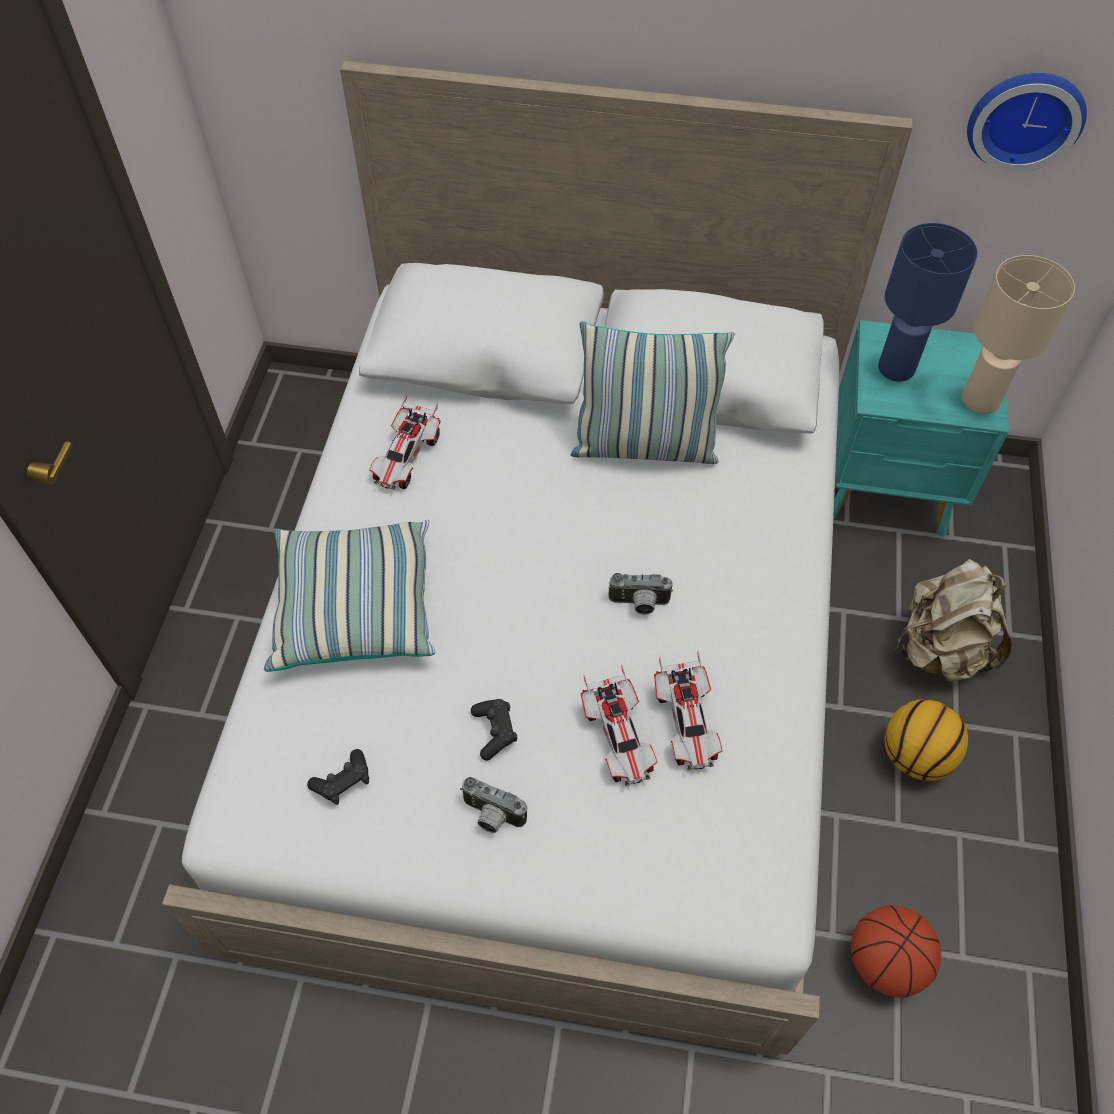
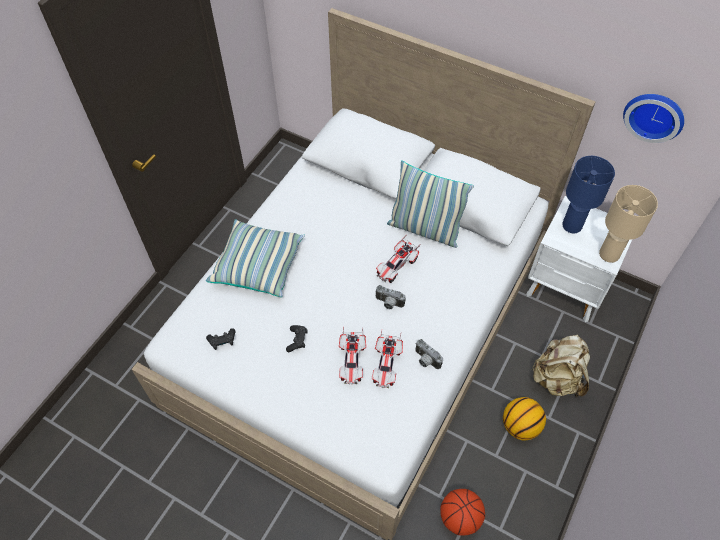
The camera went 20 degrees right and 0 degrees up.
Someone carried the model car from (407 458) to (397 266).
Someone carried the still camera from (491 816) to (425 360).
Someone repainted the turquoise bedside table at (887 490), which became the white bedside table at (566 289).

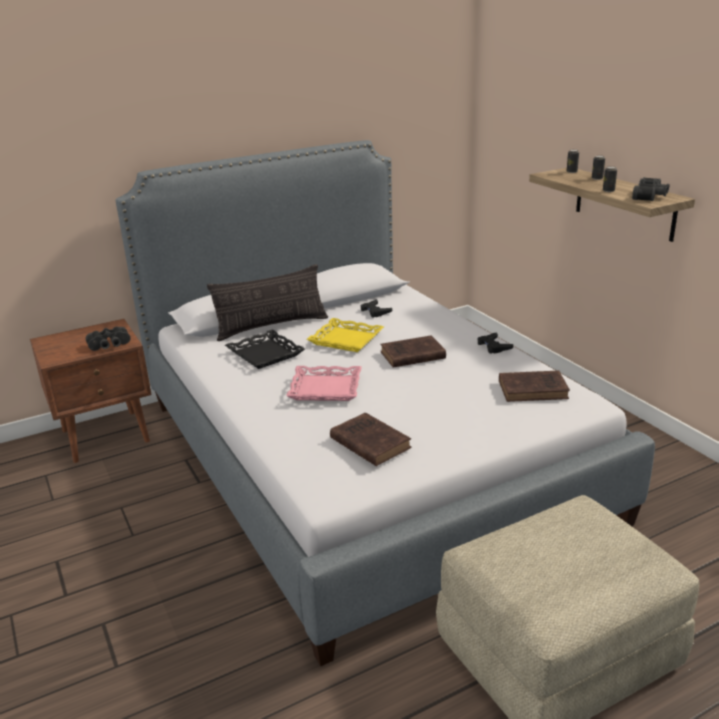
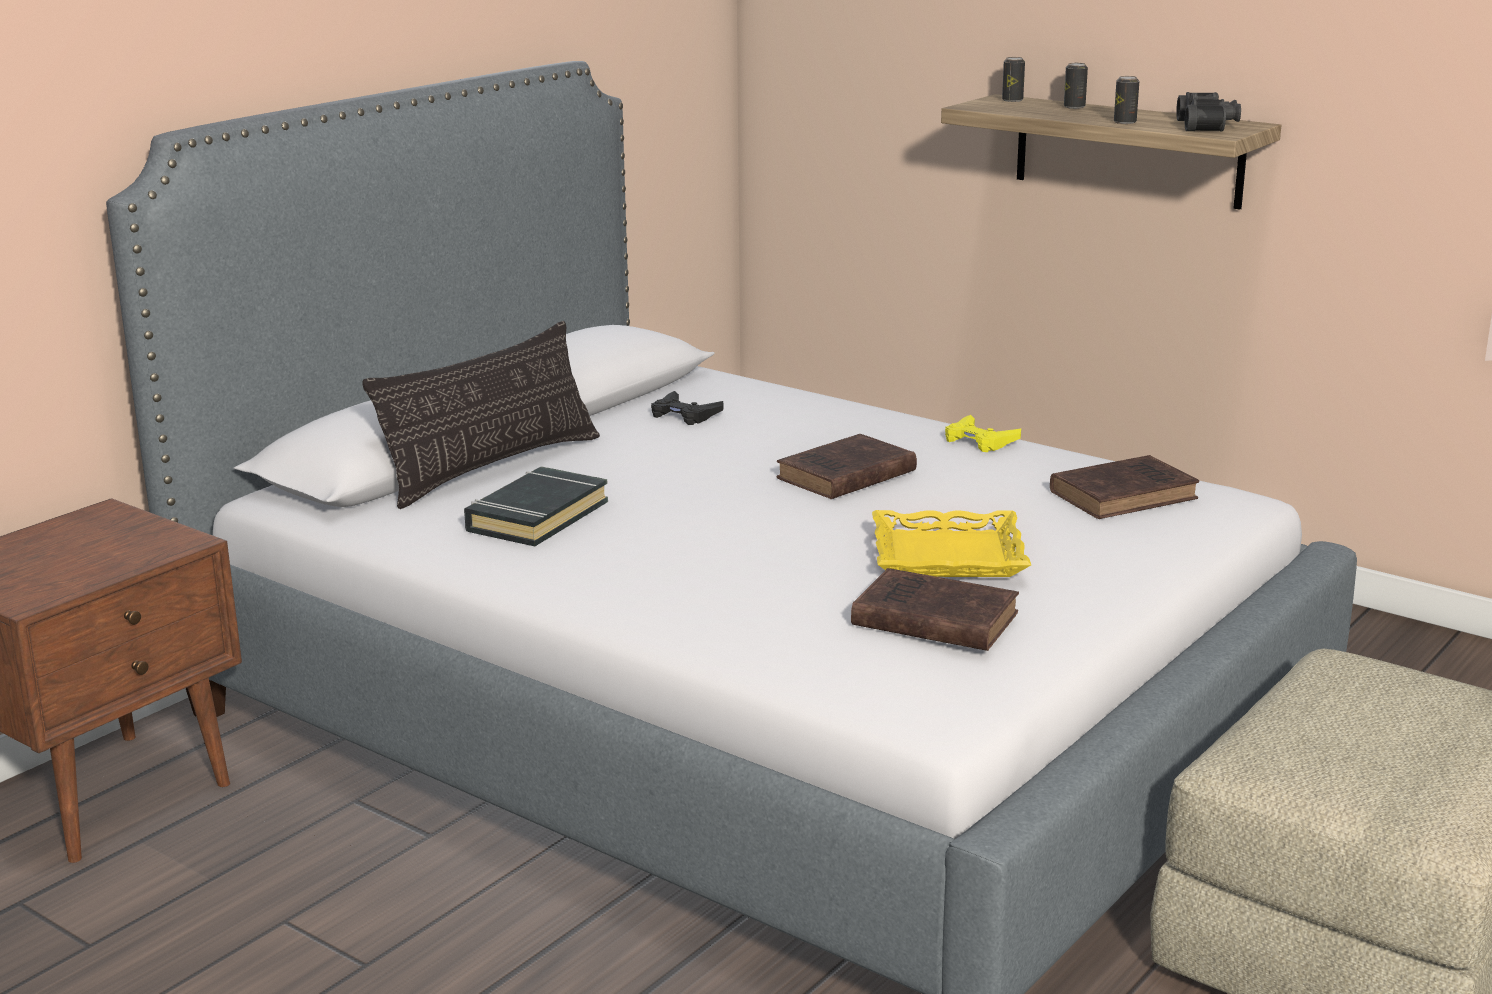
The camera went 25 degrees left and 5 degrees down.
Someone took away the black-coloured pair of binoculars at (109 345).
Someone took away the pink carrying tray at (325 388).
Someone carried the yellowish carrying tray from (346 339) to (948 555).
Someone swapped the black-coloured carrying tray at (264 354) for the black-coloured volume at (536 516).
Someone repainted the black-coloured joypad at (493 346), which became the yellowish joypad at (979 441).

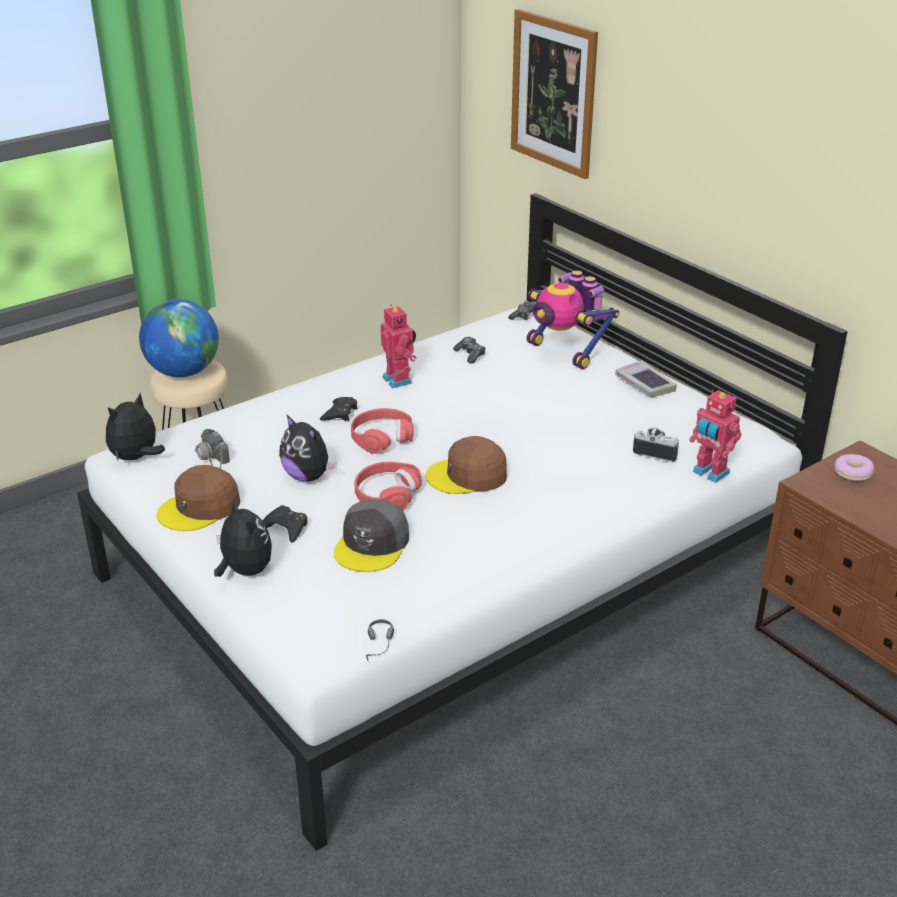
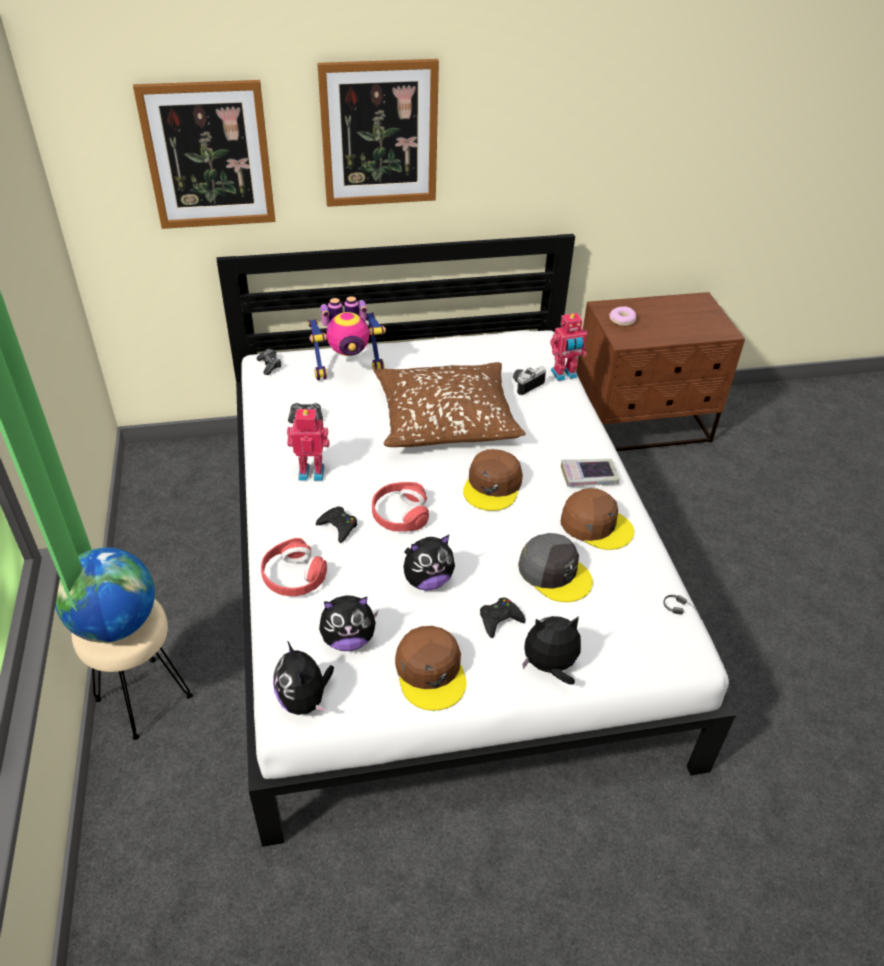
The camera went 65 degrees left and 10 degrees up.
Someone put up the picture at (379 134).
Someone put down the brownish cushion at (446 419).
Someone put down the brownish peaked cap at (596 525).
Someone carried the red headphones from (387 494) to (293 576).
Someone carried the volume from (644 384) to (589 476).
Someone swapped the still camera at (212 458) for the plush toy at (348 639).

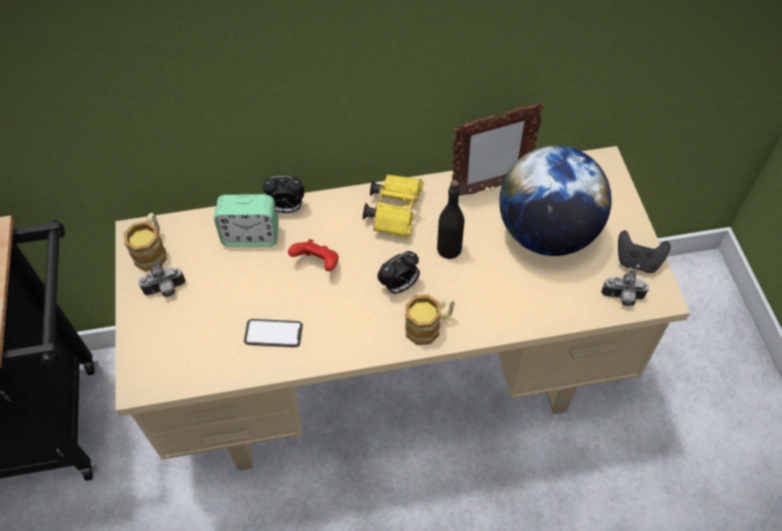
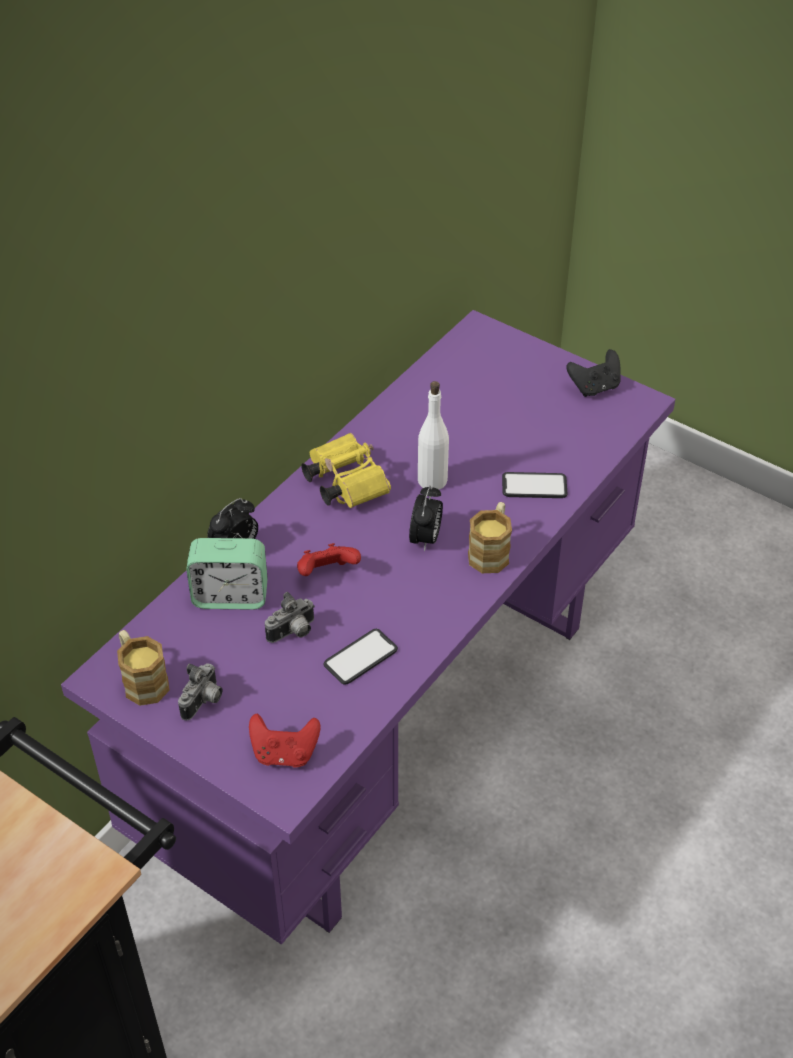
The camera went 45 degrees left and 10 degrees down.
Someone took away the standing frame at (489 188).
Someone took away the world globe at (546 233).
Someone put down the red joypad at (284 753).
Someone put down the handset at (534 486).
Someone carried the still camera from (622 298) to (293 633).
Someone repainted the sand-coloured desk table at (394 381), which became the purple-coloured desk table at (395 725).
Someone repainted the black-coloured drink bottle at (449 249), which became the white drink bottle at (432 480).
Someone rotated the bedside clock at (251 236) by 45 degrees clockwise.

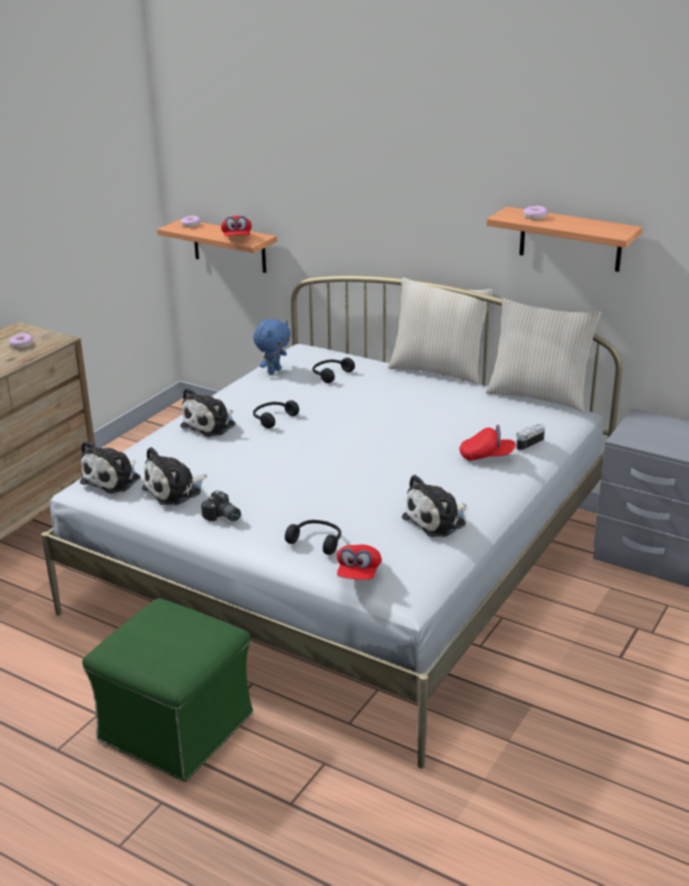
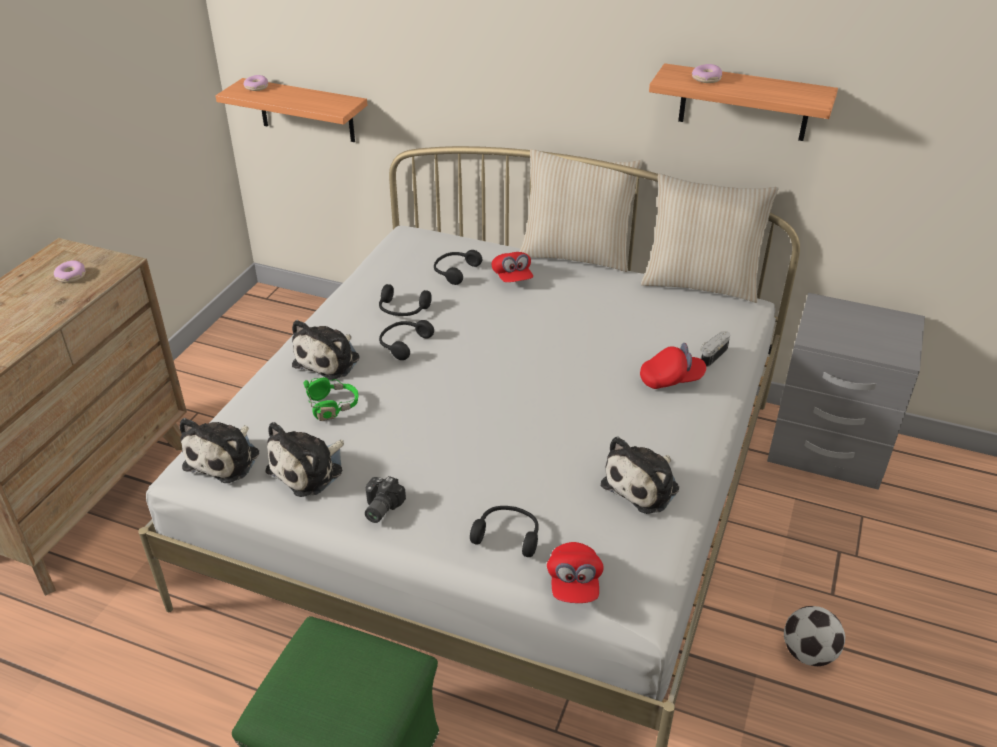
The camera went 10 degrees left and 10 degrees up.
Someone took away the blue plush toy at (273 371).
Someone put down the green-coloured headphones at (333 406).
Someone put down the black-coloured headphones at (402 310).
Someone put down the football ball at (808 653).
Someone carried the red peaked cap from (237 239) to (512 278).
Someone rotated the still camera at (222 517) by 75 degrees clockwise.

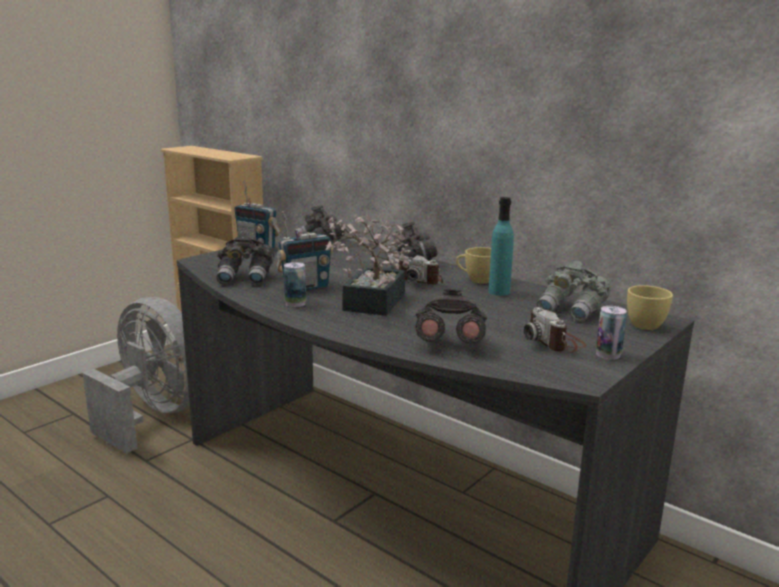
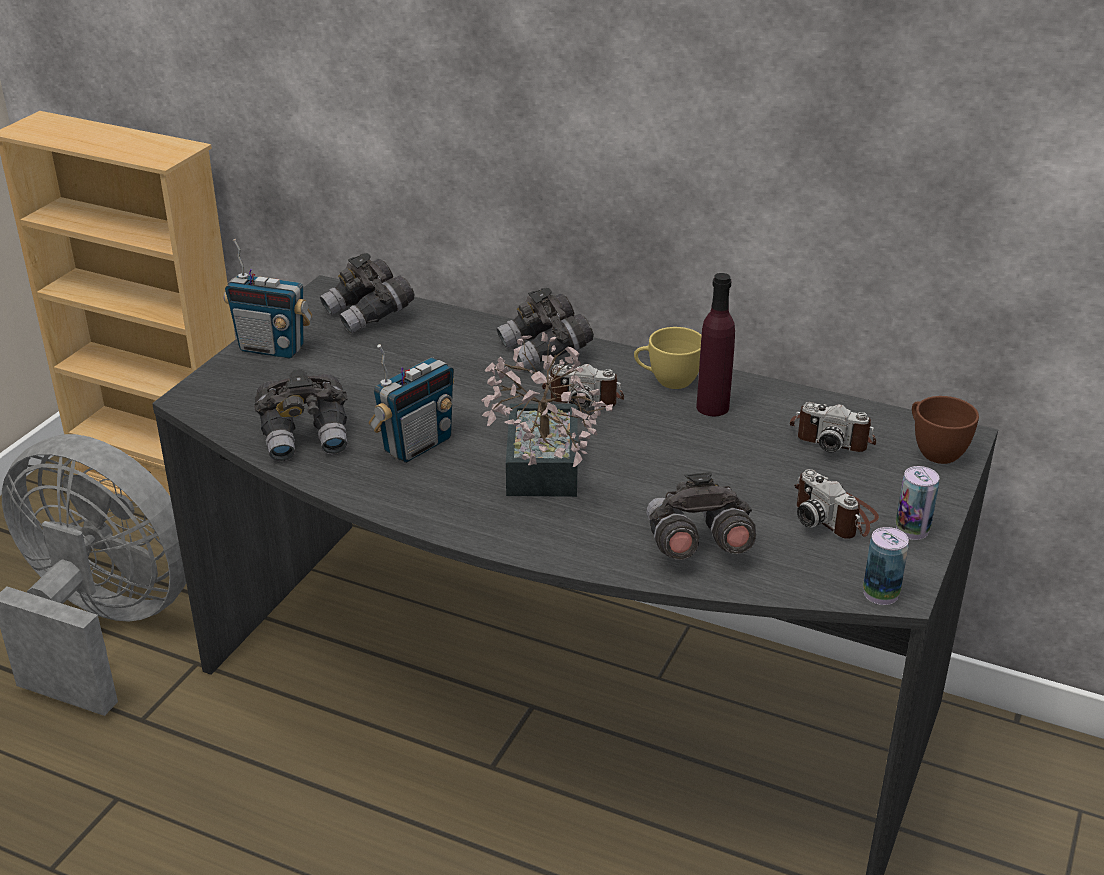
The camera went 15 degrees left and 15 degrees up.
Someone carried the can from (295 303) to (880 594).
Someone swapped the grey pair of binoculars at (572 311) for the still camera at (832 436).
Someone repainted the turquoise drink bottle at (499 292), which became the purple-coloured drink bottle at (712 407).
Someone repainted the yellowish cup at (642 324), which became the brownish cup at (934 451).

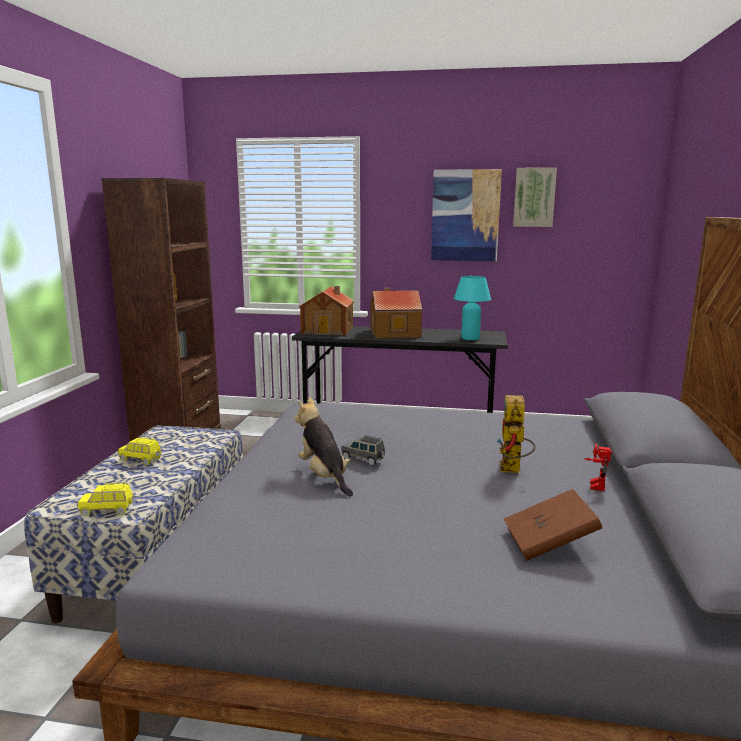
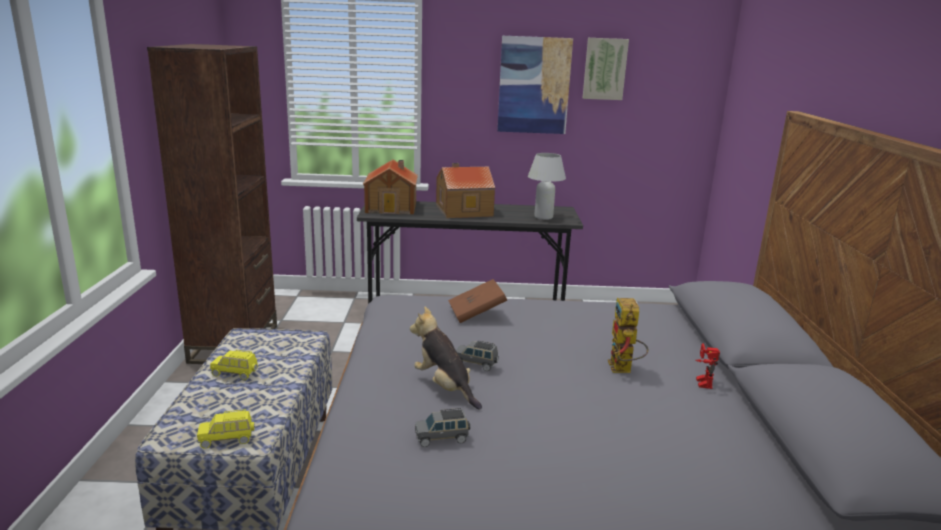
The camera went 10 degrees left and 5 degrees up.
Someone put down the grey model car at (442 438).
Someone carried the brownish volume from (549 543) to (476 313).
Someone repainted the turquoise table lamp at (470 338), which became the white table lamp at (543 217).

